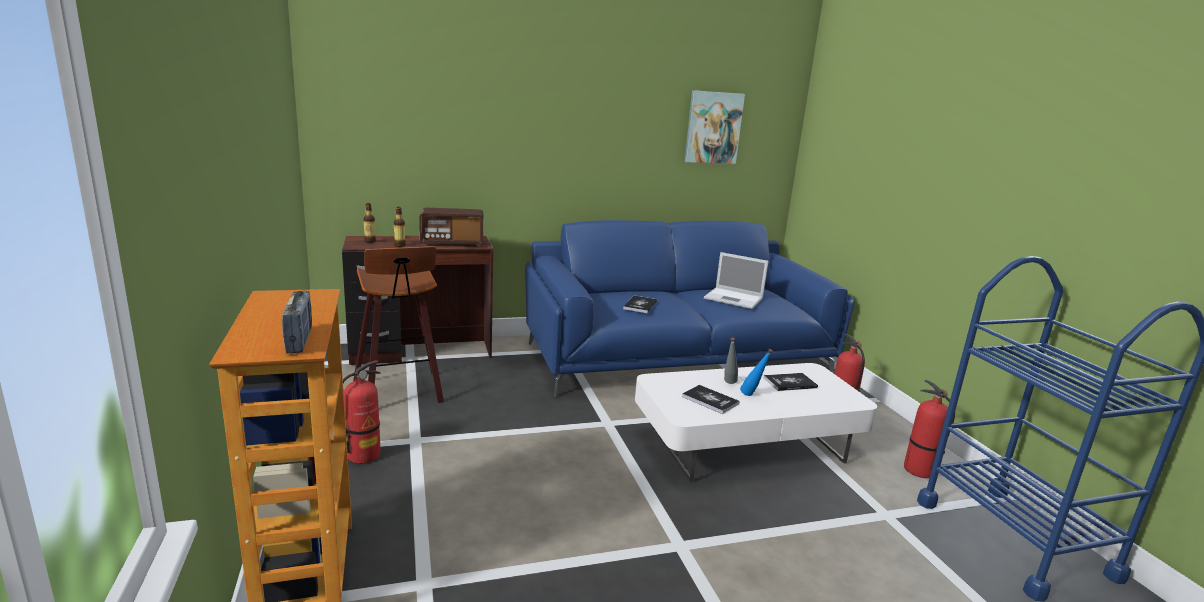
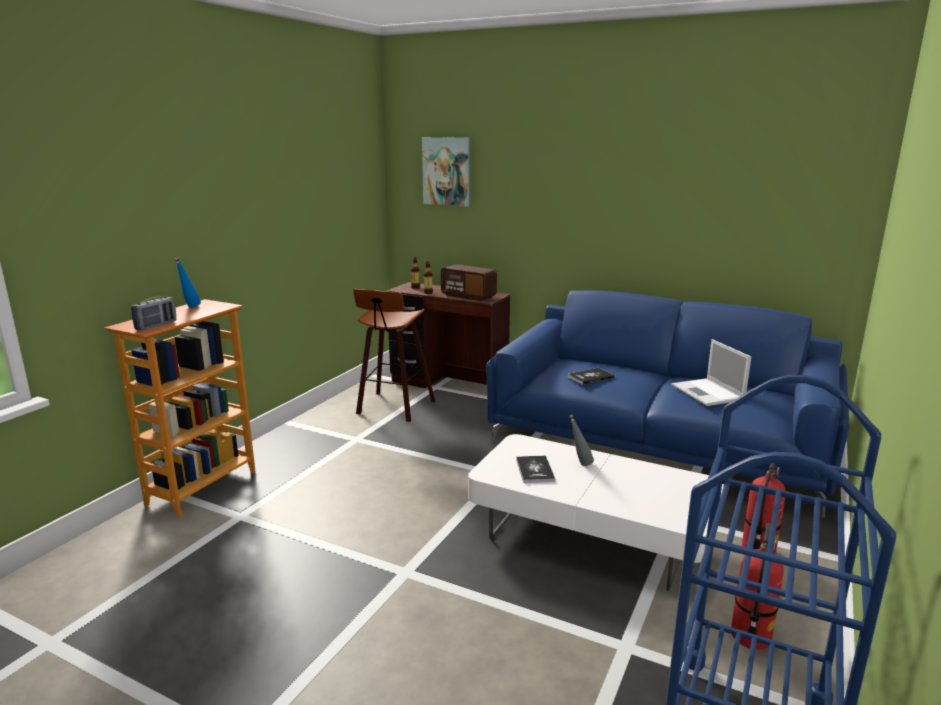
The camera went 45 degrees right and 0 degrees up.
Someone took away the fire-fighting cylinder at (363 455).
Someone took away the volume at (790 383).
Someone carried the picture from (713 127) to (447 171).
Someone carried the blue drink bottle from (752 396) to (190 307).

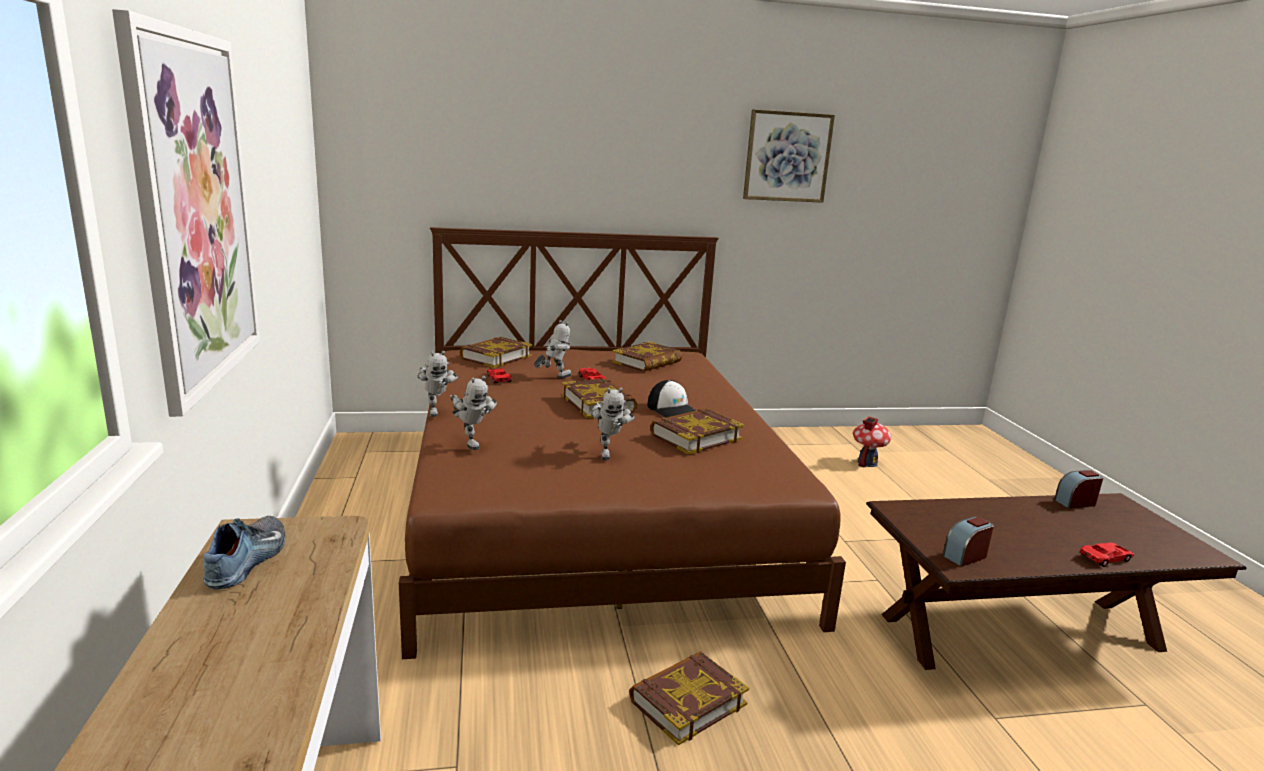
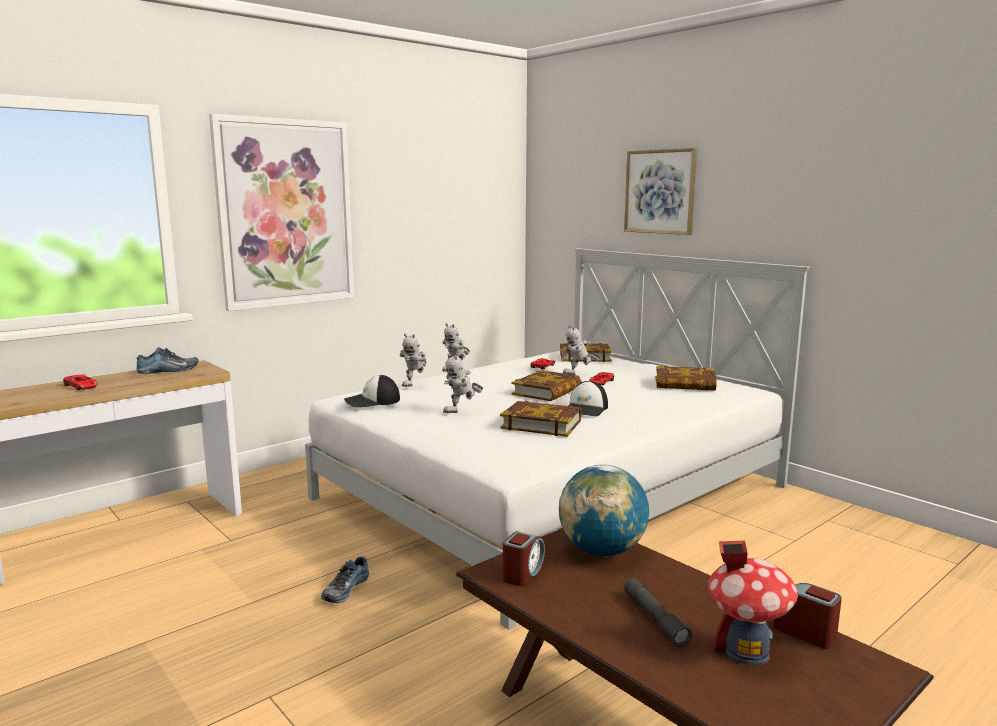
The camera went 60 degrees right and 5 degrees down.
Someone put down the peaked cap at (372 401).
Someone put down the world globe at (602 551).
Someone put down the grey flashlight at (654 618).
Someone carried the picture from (787 157) to (660 191).
Someone carried the toy house from (867 463) to (746 651).
Someone carried the red model car from (1106 558) to (81 386).
Someone swapped the volume at (687 702) for the low shoe at (344 589).
Someone repainted the brownish bed at (592 511), which became the white bed at (551 492).
Someone rotated the model robot at (553 378) by 150 degrees clockwise.
Someone rotated the bedside clock at (965 556) by 90 degrees clockwise.

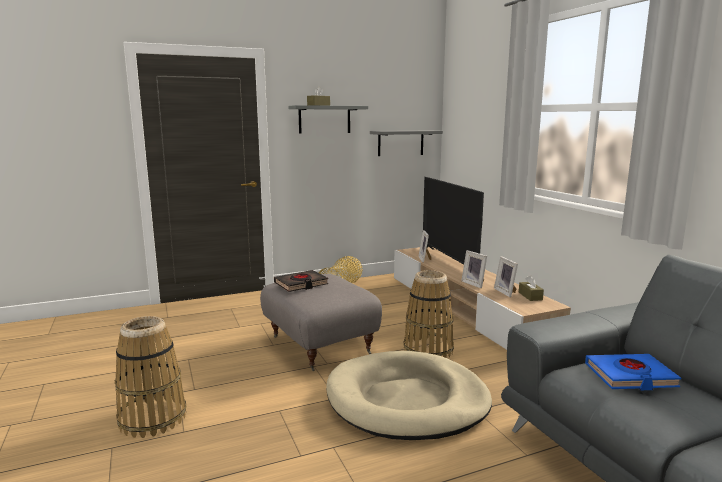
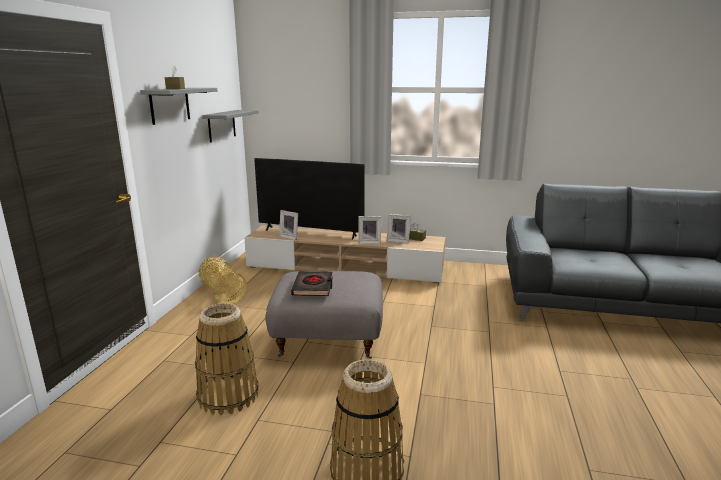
The camera went 55 degrees left and 5 degrees up.
Someone took away the sand-coloured dog bed at (407 400).
Someone took away the blue volume at (630 376).
Someone carried the household basket from (428 350) to (229 395).

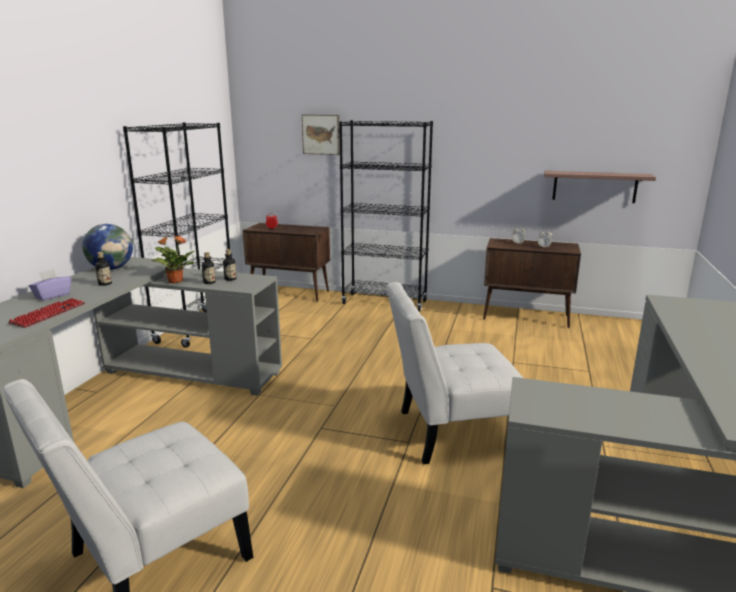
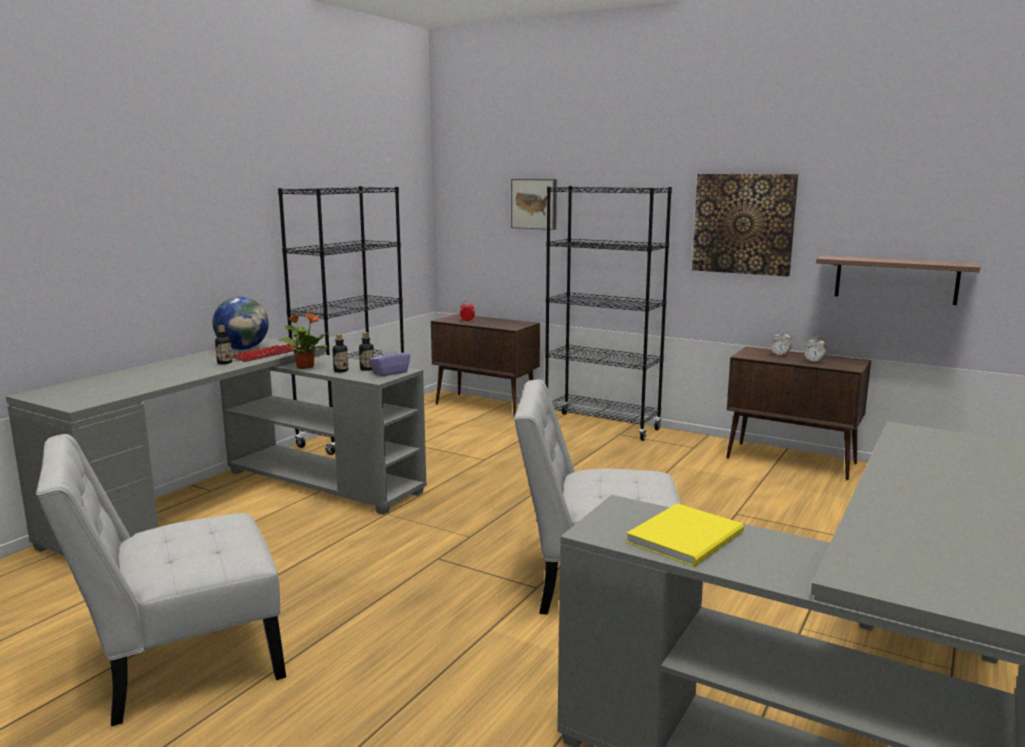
The camera went 15 degrees right and 5 degrees down.
Someone put down the yellowish volume at (689 537).
Someone put up the picture at (743 224).
Someone carried the keyboard from (48 314) to (267 354).
Someone carried the purple-coloured box of tissues from (52 296) to (390 373).

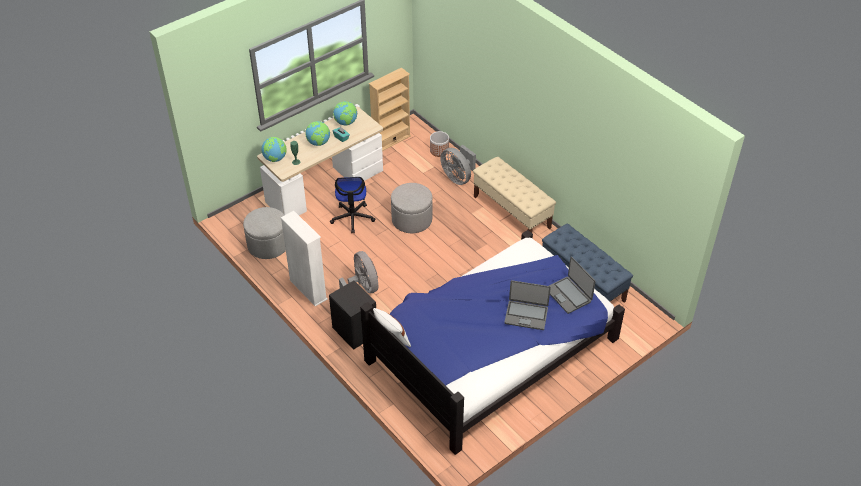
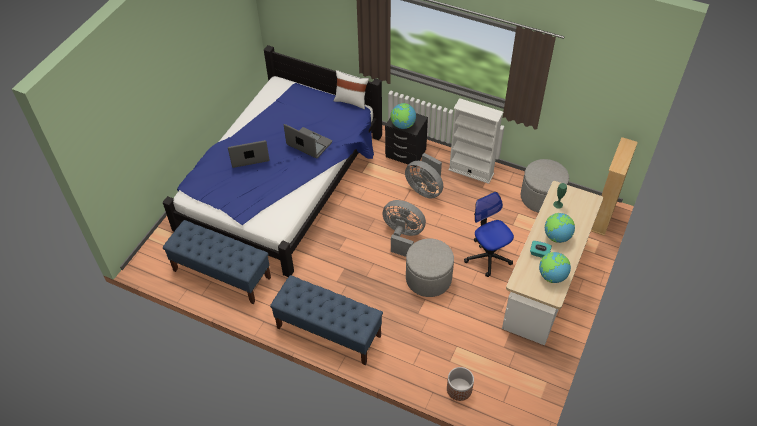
The camera went 155 degrees right and 5 degrees up.
Someone carried the world globe from (275 159) to (403 125).
Someone carried the sand-coloured shelving unit from (391 140) to (603 217).
Someone carried the grey cooling fan from (458 177) to (403 236).
Someone carried the portable computer from (568 295) to (309 144).
Someone repainted the sand-coloured indoor bench at (512 212), which became the blue indoor bench at (328 332).

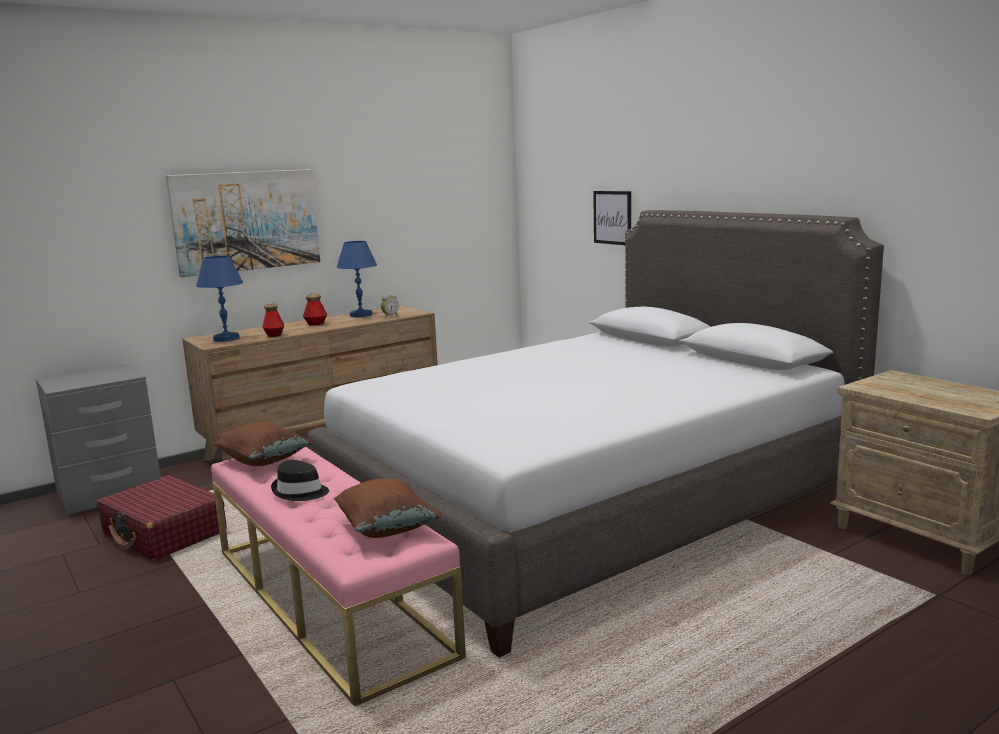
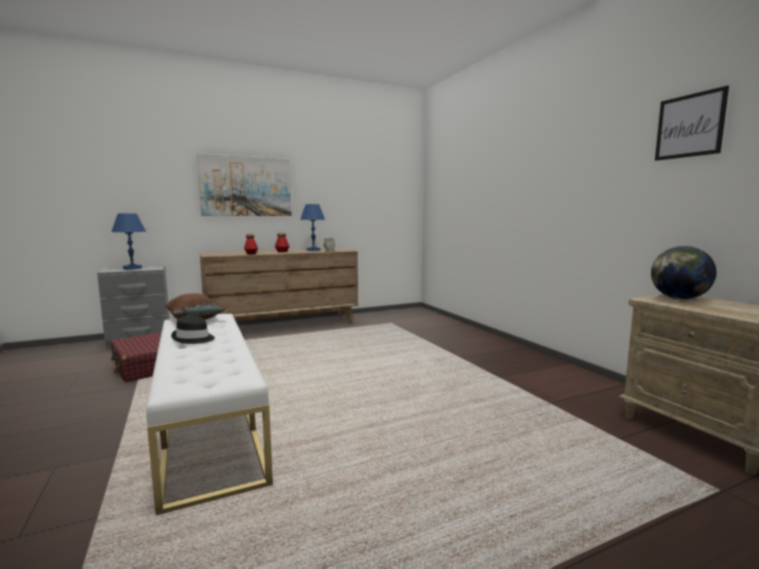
The camera went 10 degrees right and 5 degrees down.
Someone took away the grey bed at (588 506).
Someone took away the brownish cushion at (386 529).
Someone put down the world globe at (679 299).
Someone carried the blue table lamp from (226 338) to (132 268).
Someone carried the picture from (612 217) to (689 126).
Someone repainted the pink indoor bench at (328 599), which became the white indoor bench at (208 422).

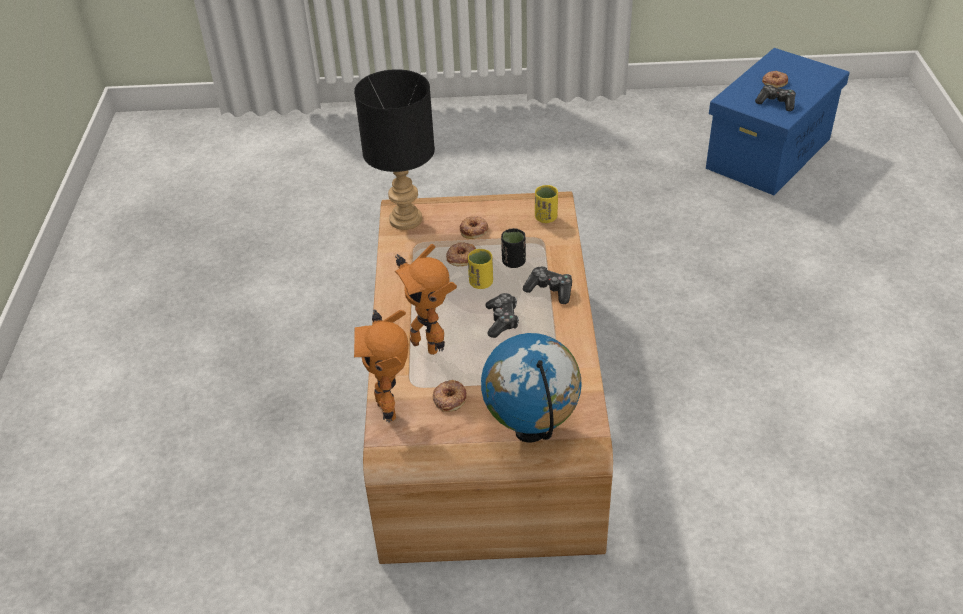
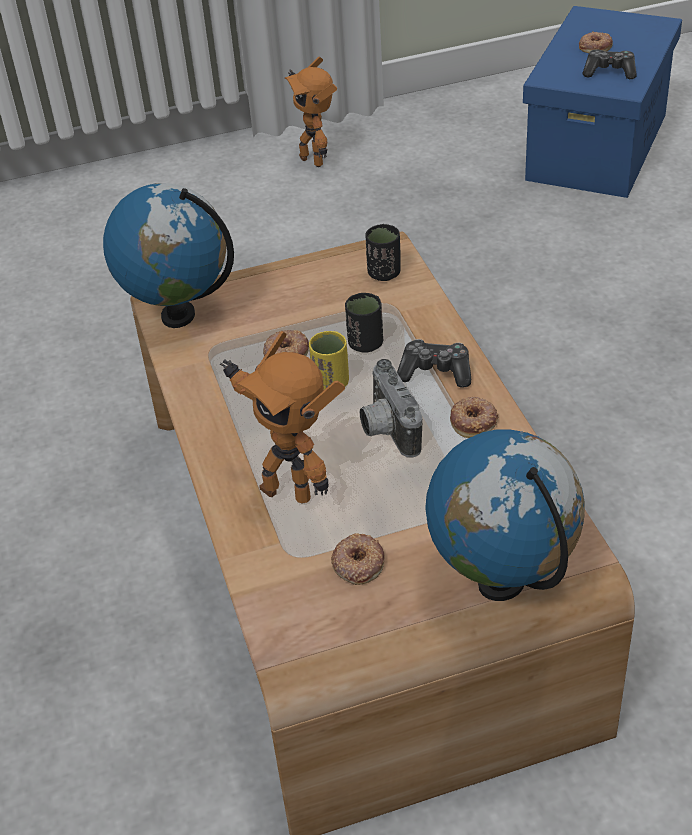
The camera went 15 degrees left and 0 degrees up.
Someone carried the model robot from (391 408) to (314 159).
Someone carried the doughnut from (474 230) to (474 421).
Someone swapped the black-coloured table lamp at (405 218) for the world globe at (178 315).
Someone swapped the joypad at (502 320) for the still camera at (386 430).
Someone repainted the yellowish cup at (546 218), which became the black-coloured cup at (384 273).

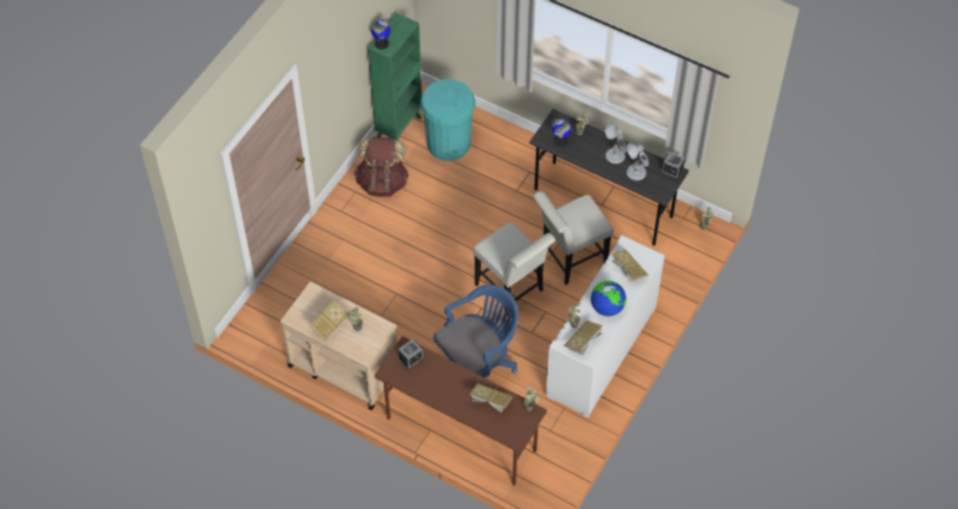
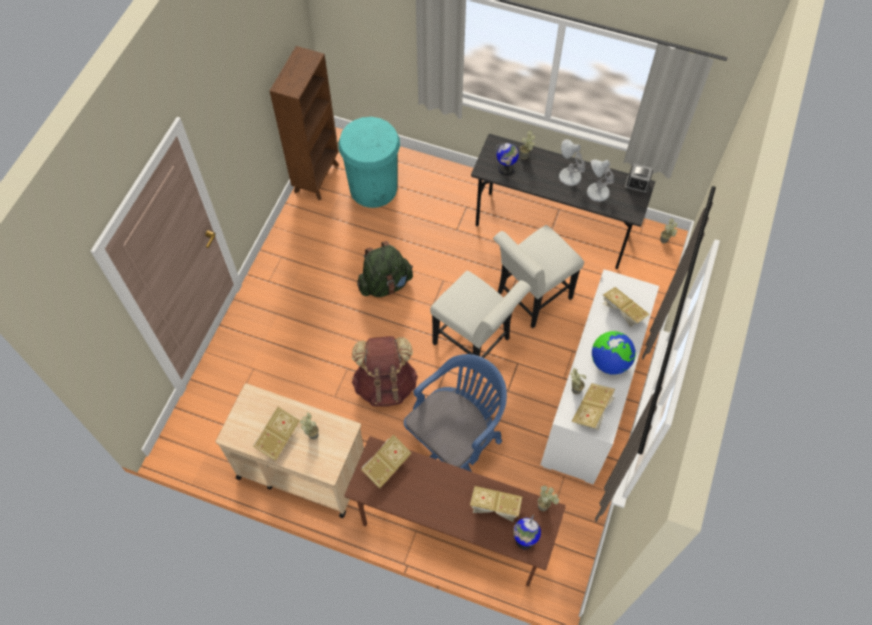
The camera went 10 degrees left and 5 degrees up.
Someone put down the green-coloured rucksack at (385 284).
Someone carried the brownish rucksack from (382 182) to (385 384).
Someone carried the world globe from (381 44) to (524 540).
Someone swapped the bedside clock at (411 359) for the volume at (386 465).
Someone repainted the green-coloured shelving unit at (399 126), which became the brownish shelving unit at (317 177).

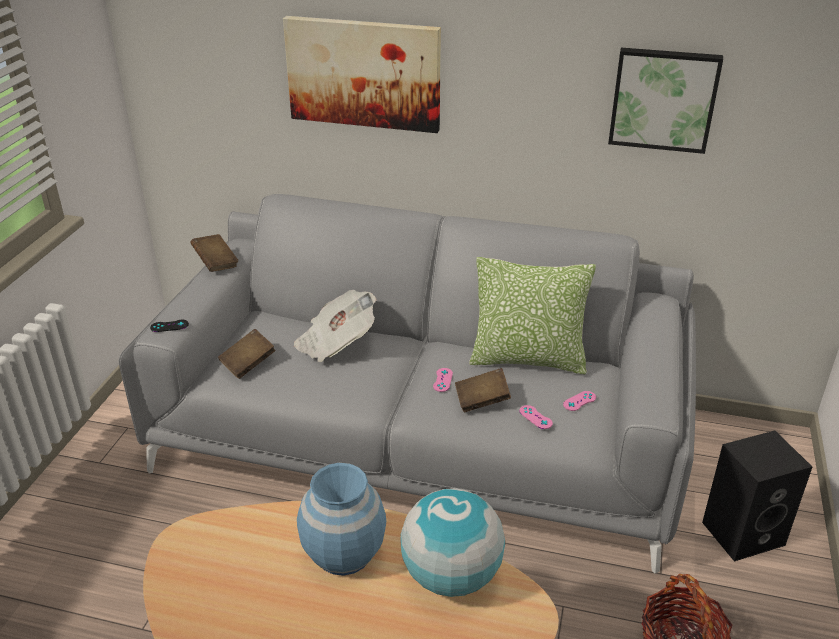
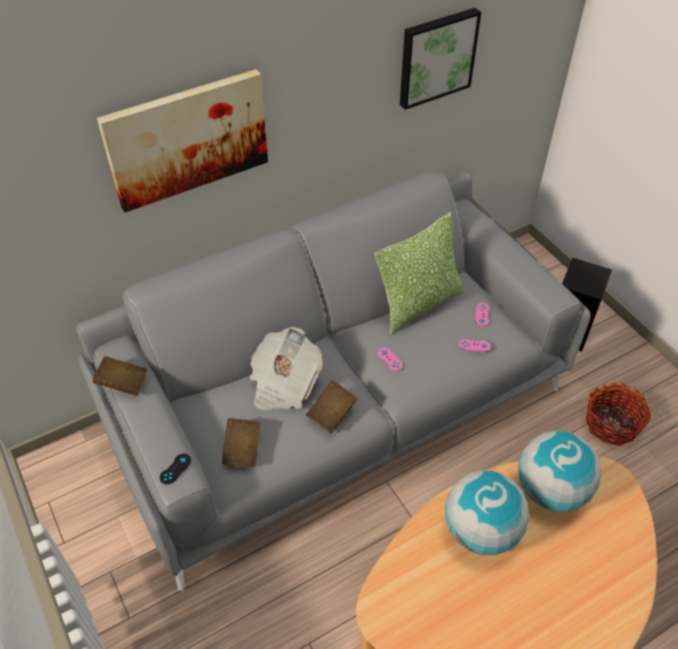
The camera went 45 degrees left and 15 degrees up.
Someone carried the brownish volume from (482 401) to (331 414).
Someone swapped the blue flower vase at (343 553) for the world globe at (481 530).

